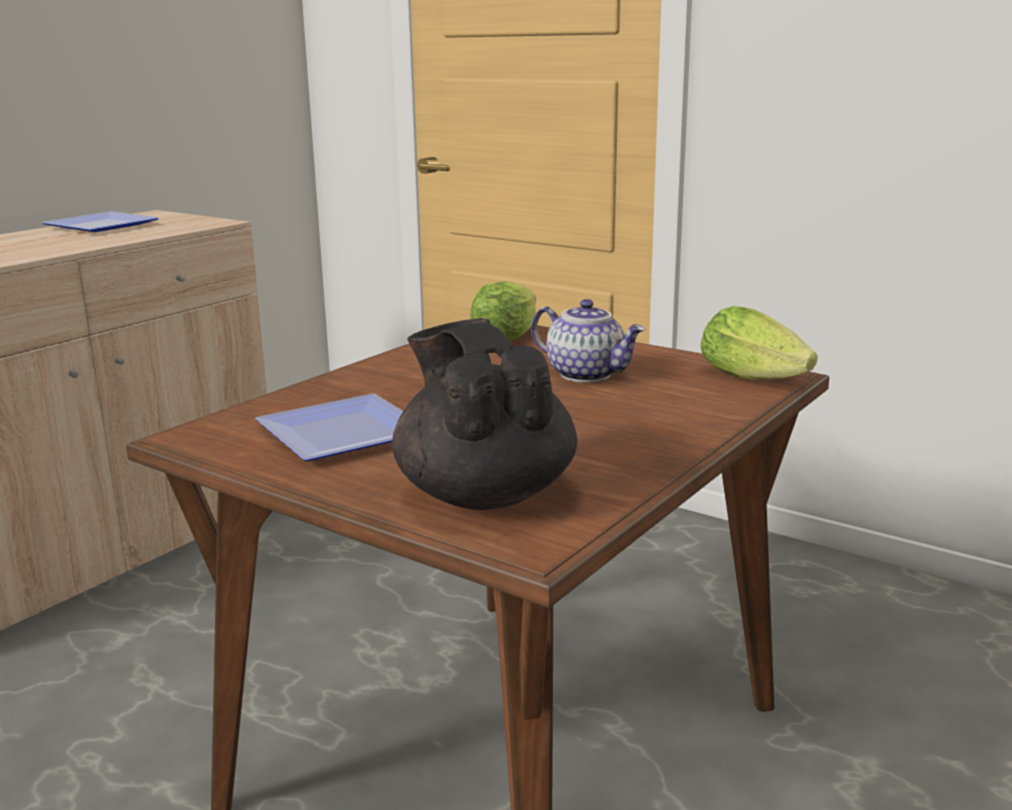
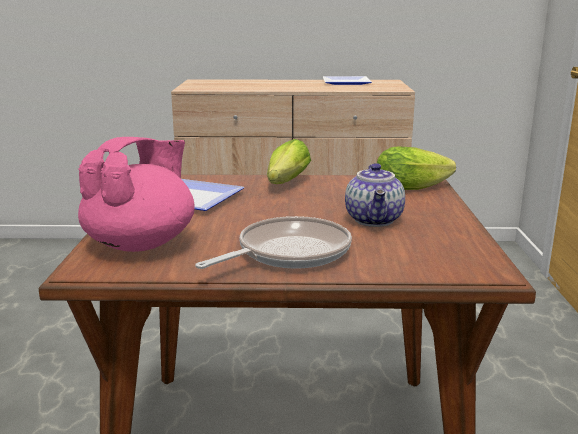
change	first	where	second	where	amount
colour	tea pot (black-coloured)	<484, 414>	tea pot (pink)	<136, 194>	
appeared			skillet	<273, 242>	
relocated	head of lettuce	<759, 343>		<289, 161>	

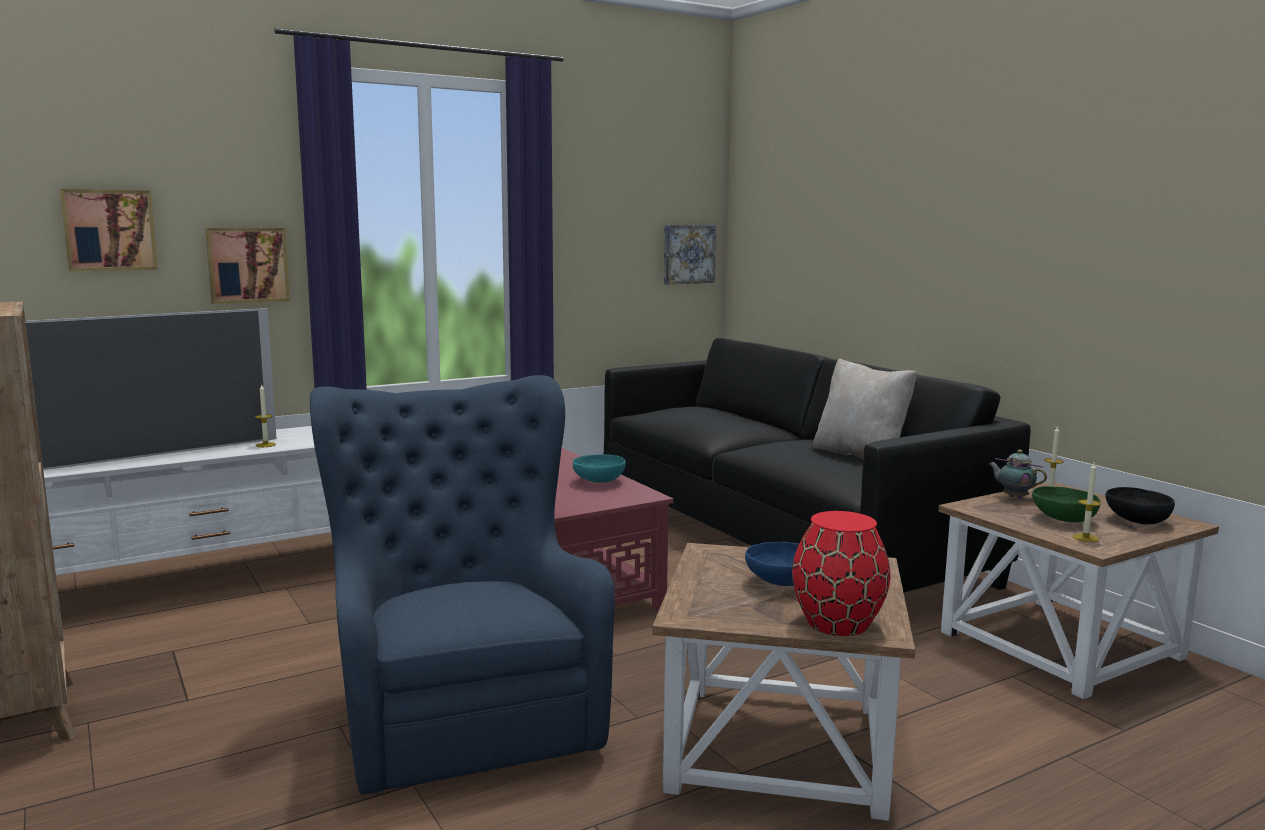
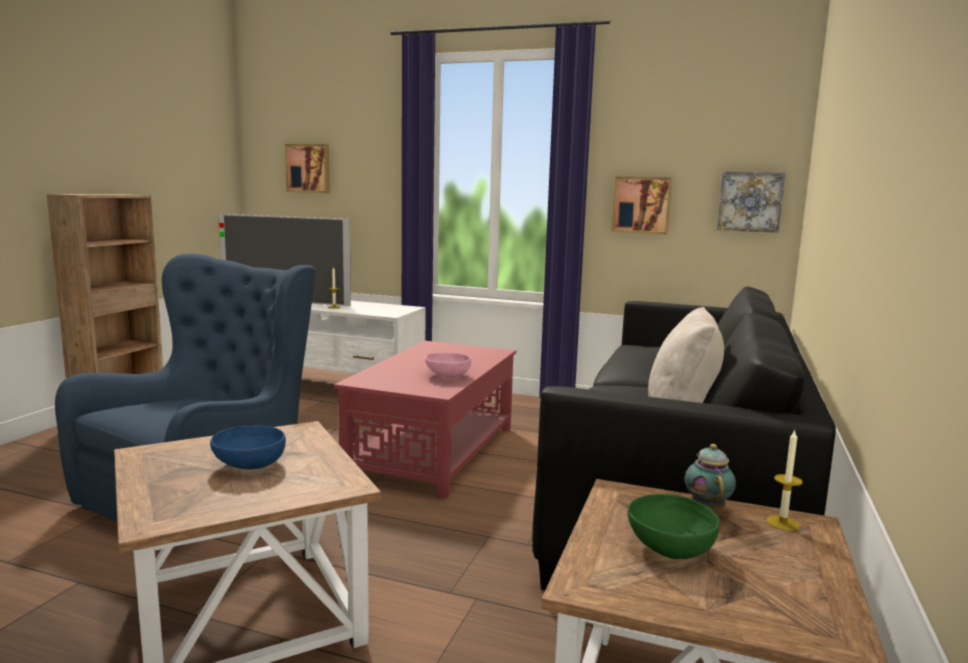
change	first	where	second	where	amount
colour	bowl (turquoise-coloured)	<599, 468>	bowl (pink)	<448, 365>	
relocated	picture	<247, 266>		<641, 205>	
missing	flower vase (reddish)	<841, 573>			
missing	wax light	<1087, 502>			
missing	bowl (black-coloured)	<1140, 505>			

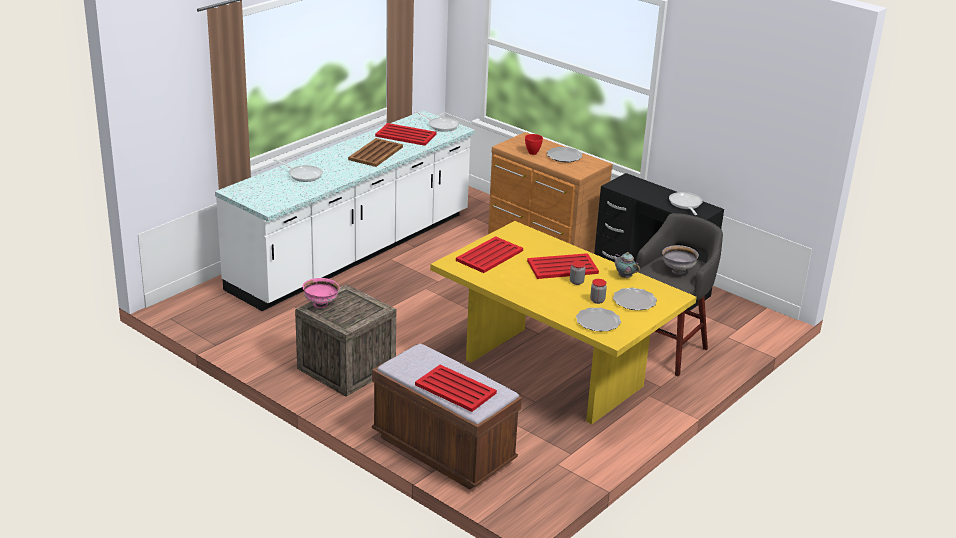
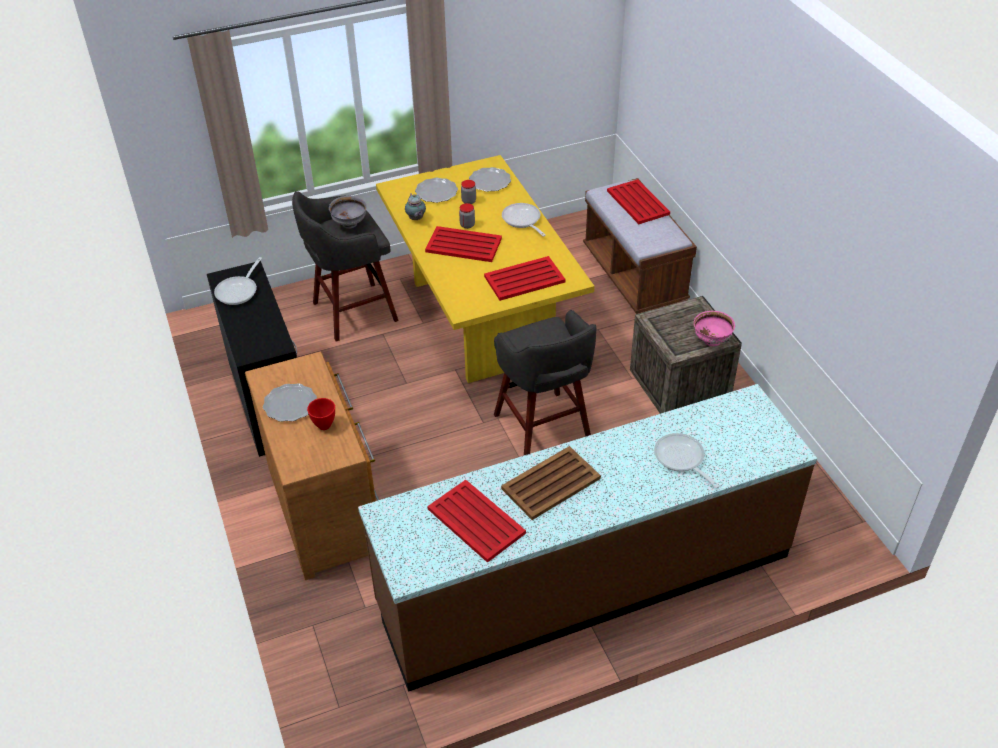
change	first	where	second	where	amount
colour	kitchen base unit (white)	<345, 211>	kitchen base unit (brown)	<587, 538>	
appeared			stool seat (gray)	<545, 382>	
relocated	skillet	<436, 121>		<524, 220>	

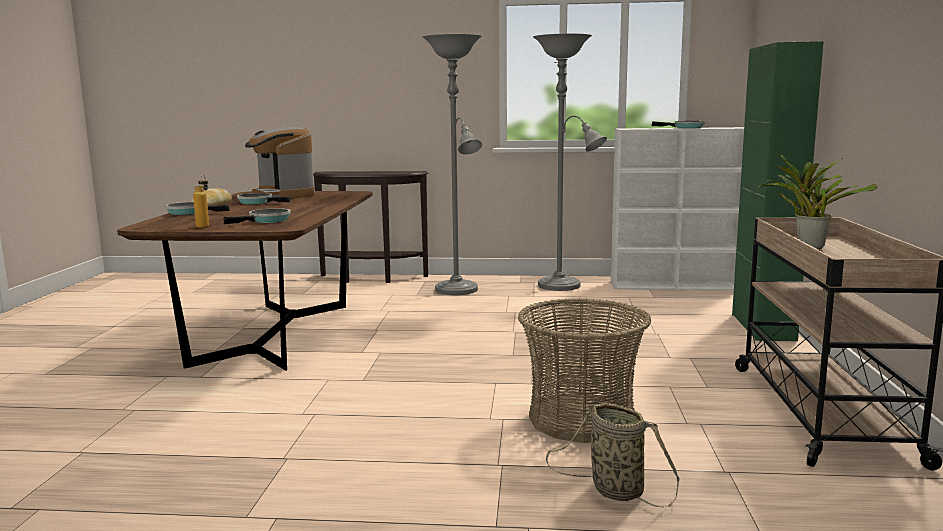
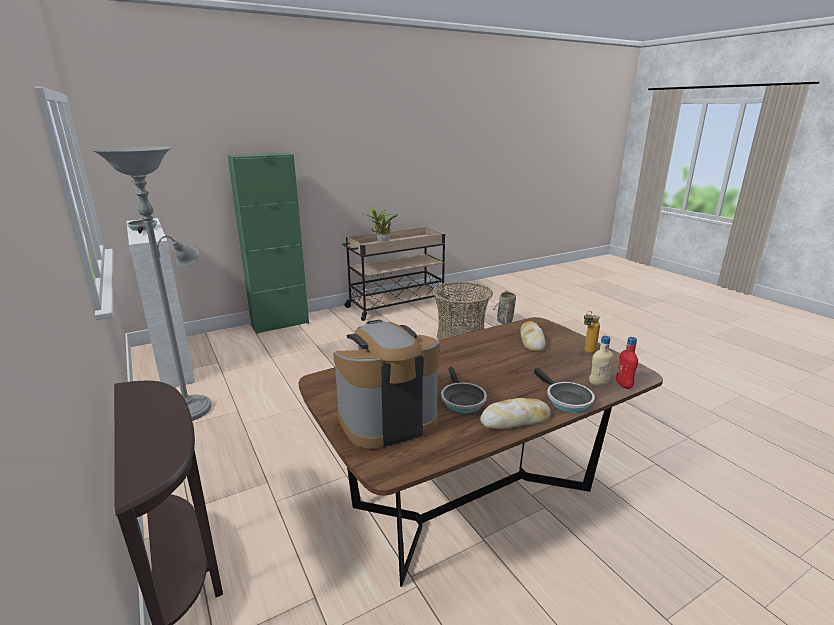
change	first	where	second	where	amount
spun	coffee machine	<280, 163>		<386, 384>	135 degrees counterclockwise
exchanged	skillet	<257, 216>	bakery bread	<532, 336>	
appeared			drink bottle (beige-coloured)	<601, 361>	
appeared			drink bottle (reddish)	<627, 363>	
missing	standing lamp (gray)	<452, 164>			

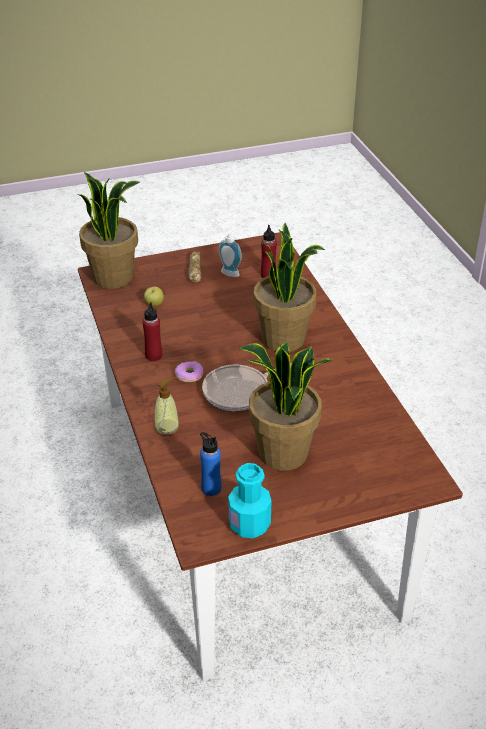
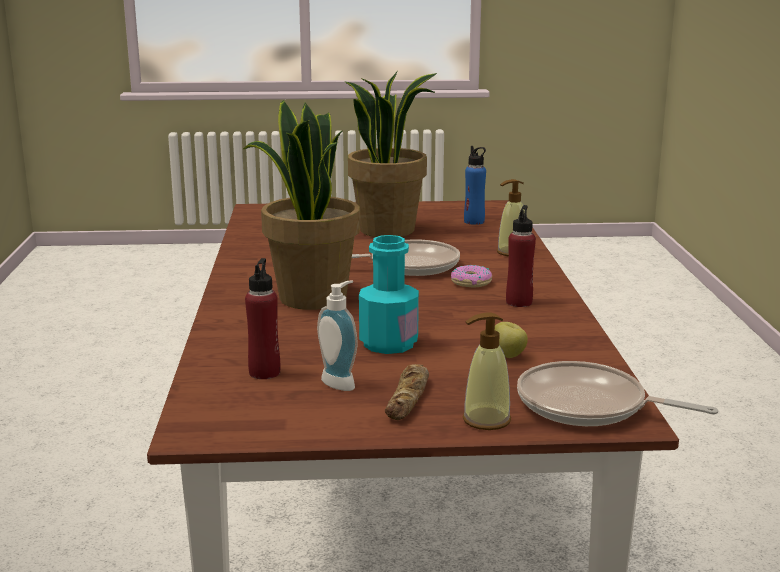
change	first	where	second	where	amount
relocated	drink bottle (turquoise-coloured)	<250, 500>		<389, 294>	
appeared			liquid soap bottle	<487, 371>	
exchanged	potted plant	<108, 230>	skillet	<617, 393>	

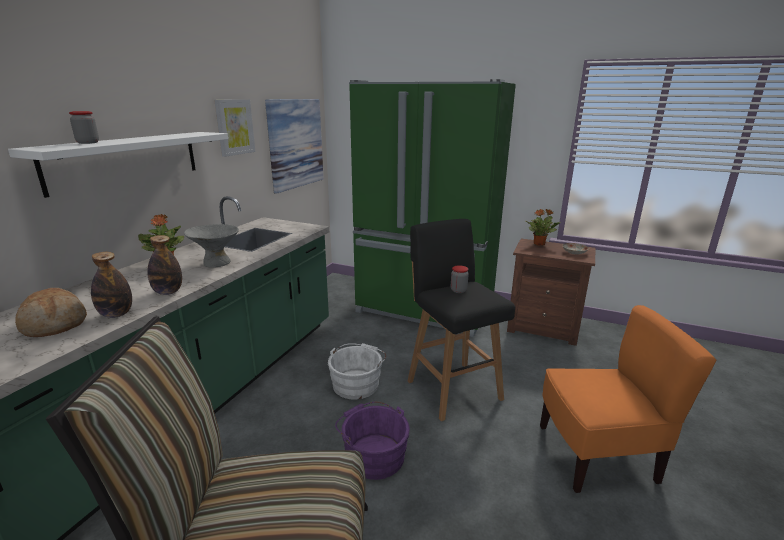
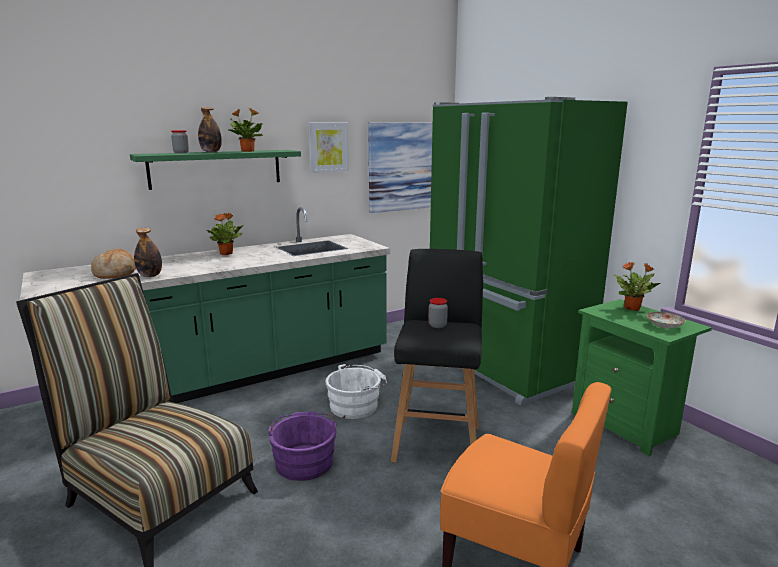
change	first	where	second	where	amount
colour	shelf (white)	<118, 165>	shelf (green)	<215, 170>	
relocated	drink bottle	<164, 265>		<210, 129>	
appeared			potted plant	<246, 130>	
colour	bedside table (brown)	<551, 292>	bedside table (green)	<642, 377>	
missing	bowl (gray)	<211, 246>			

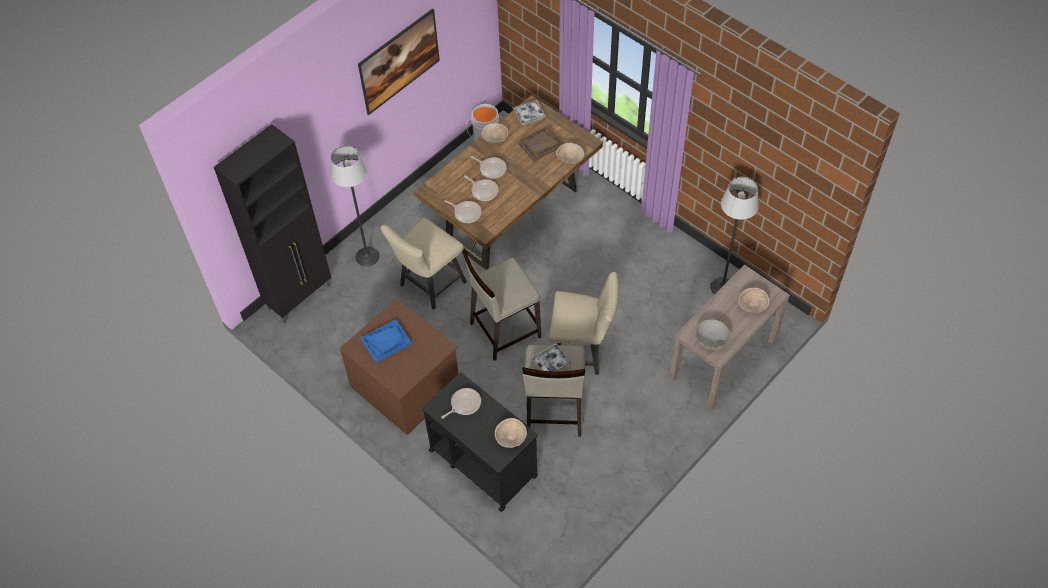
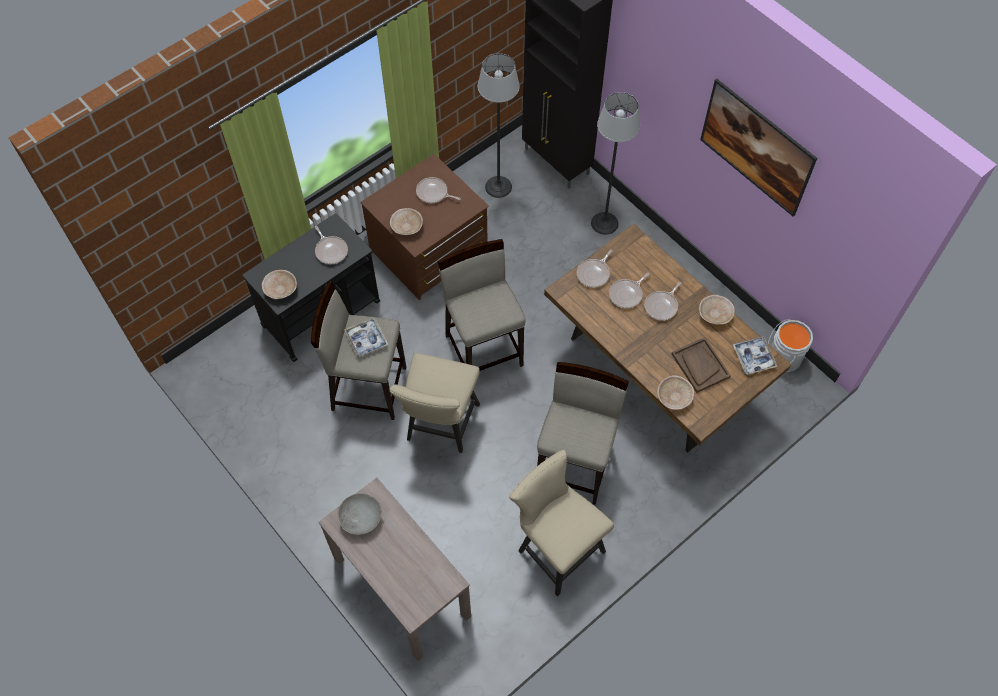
change	first	where	second	where	amount
relocated	bowl (beige-coloured)	<754, 300>		<406, 221>	
exchanged	tray (bluish)	<386, 341>	skillet	<438, 190>	
relocated	standing lamp	<734, 236>		<499, 125>	
relocated	chair (beige-coloured)	<423, 264>		<561, 523>	
appeared			stool seat (beige-coloured)	<583, 433>	

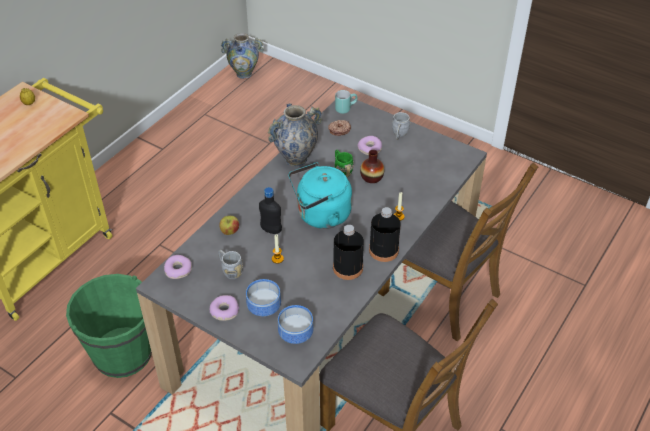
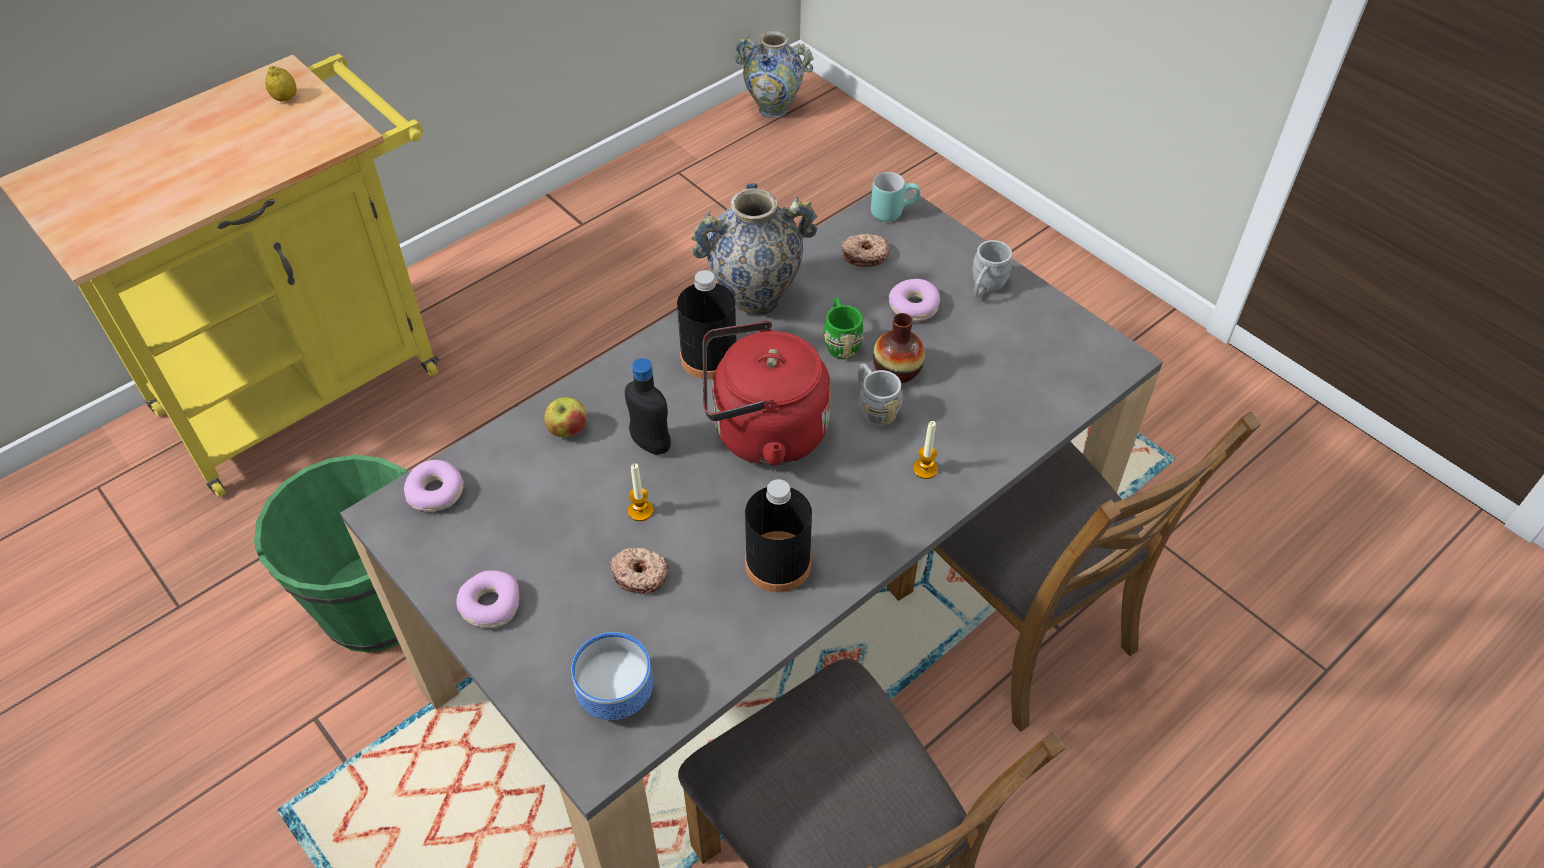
change	first	where	second	where	amount
appeared			donut	<639, 571>	
relocated	drink bottle (black-coloured)	<385, 234>		<706, 324>	
colour	kettle (turquoise-coloured)	<320, 195>	kettle (reddish)	<767, 393>	
relocated	coffee mug (gray)	<230, 264>		<880, 394>	
missing	bowl	<263, 297>			

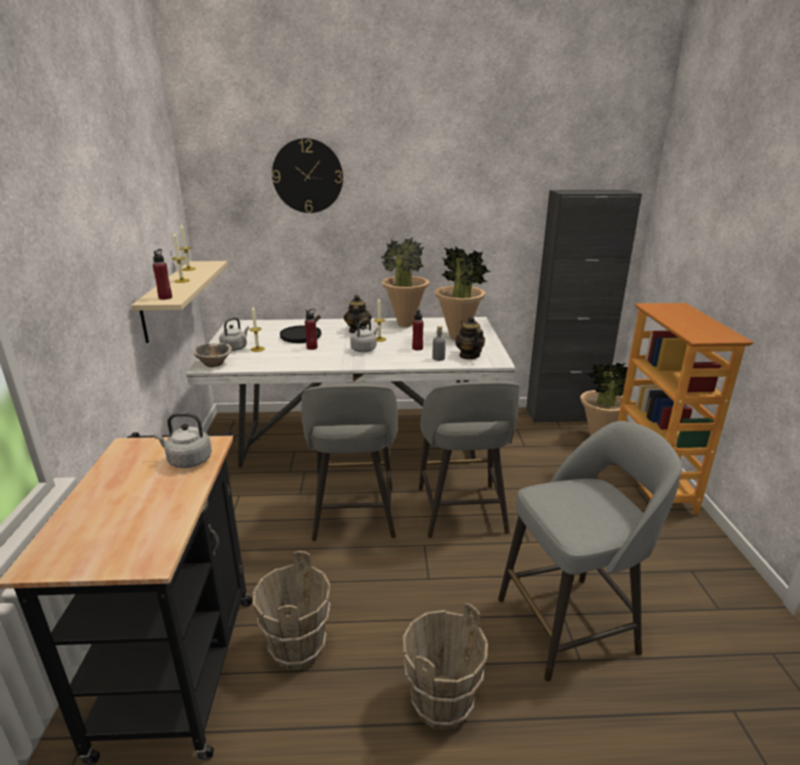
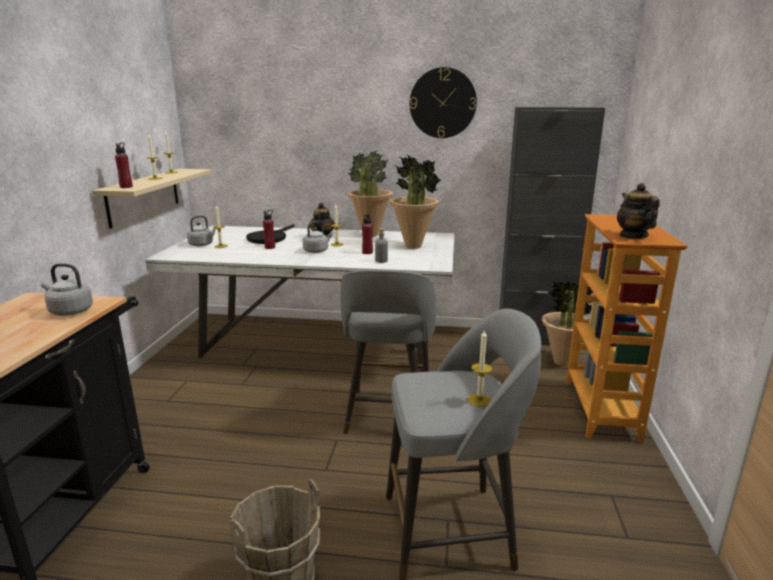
change	first	where	second	where	amount
relocated	wall clock	<307, 175>		<443, 102>	
appeared			wax light	<480, 368>	
relocated	tea pot	<470, 337>		<638, 211>	
missing	bowl	<212, 355>			
missing	pail (brown)	<292, 610>			
missing	stool seat (gray)	<349, 462>			

